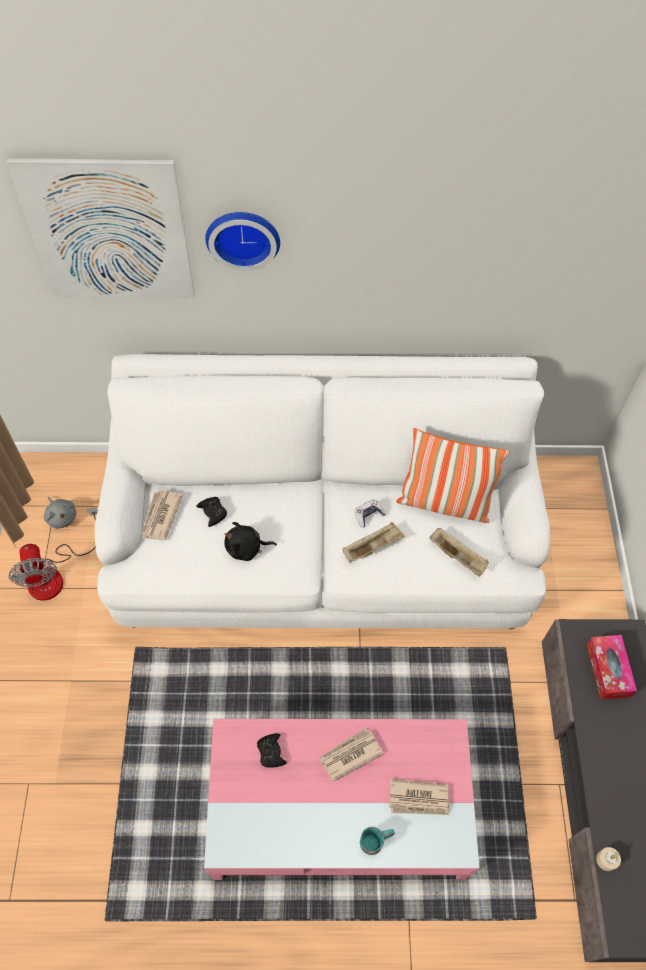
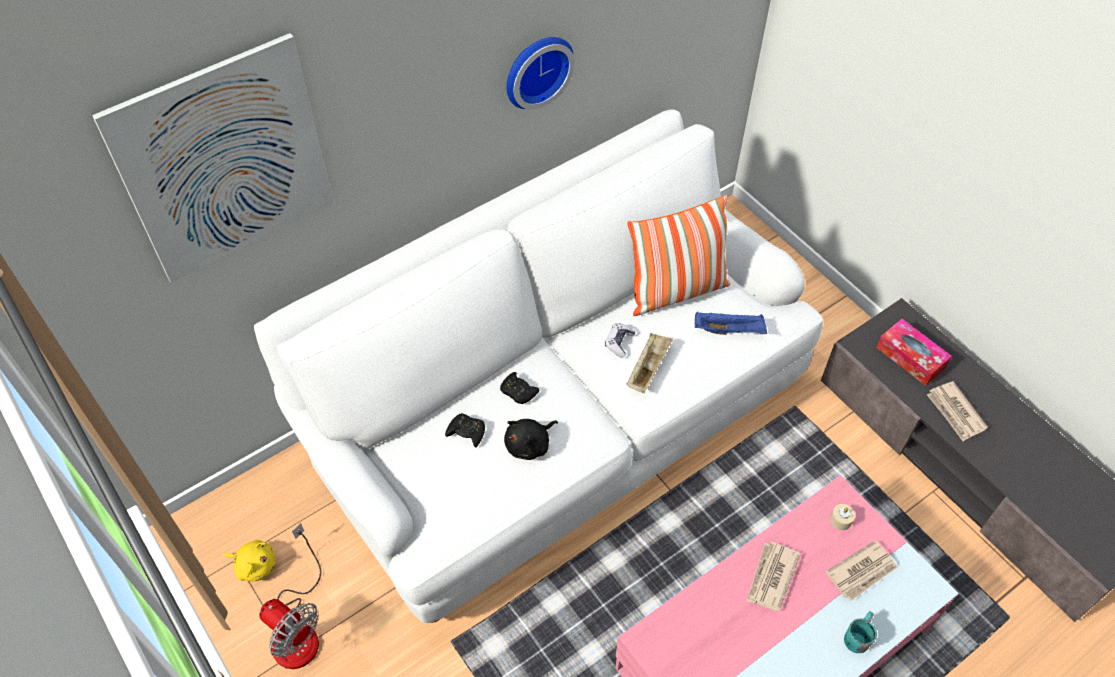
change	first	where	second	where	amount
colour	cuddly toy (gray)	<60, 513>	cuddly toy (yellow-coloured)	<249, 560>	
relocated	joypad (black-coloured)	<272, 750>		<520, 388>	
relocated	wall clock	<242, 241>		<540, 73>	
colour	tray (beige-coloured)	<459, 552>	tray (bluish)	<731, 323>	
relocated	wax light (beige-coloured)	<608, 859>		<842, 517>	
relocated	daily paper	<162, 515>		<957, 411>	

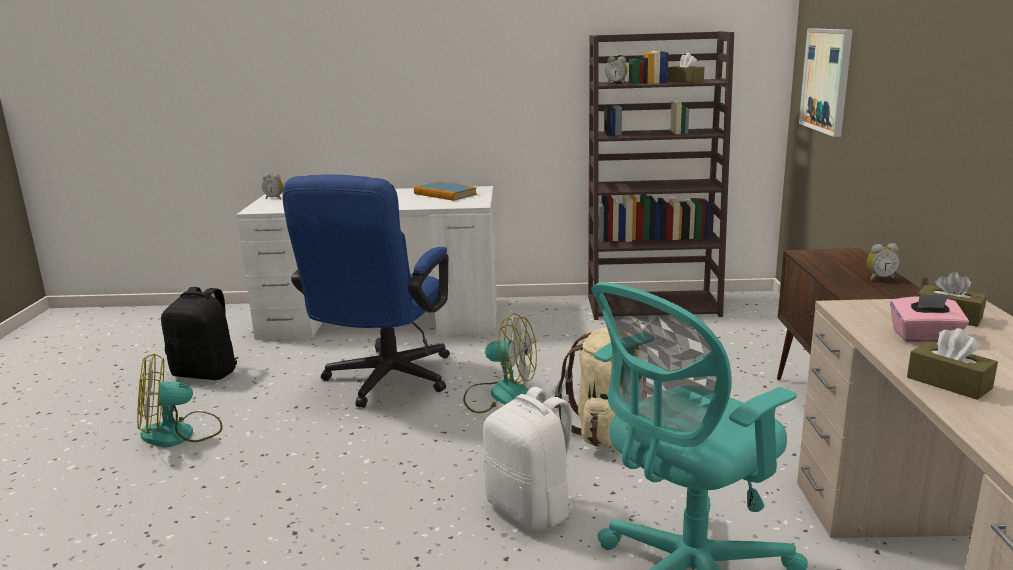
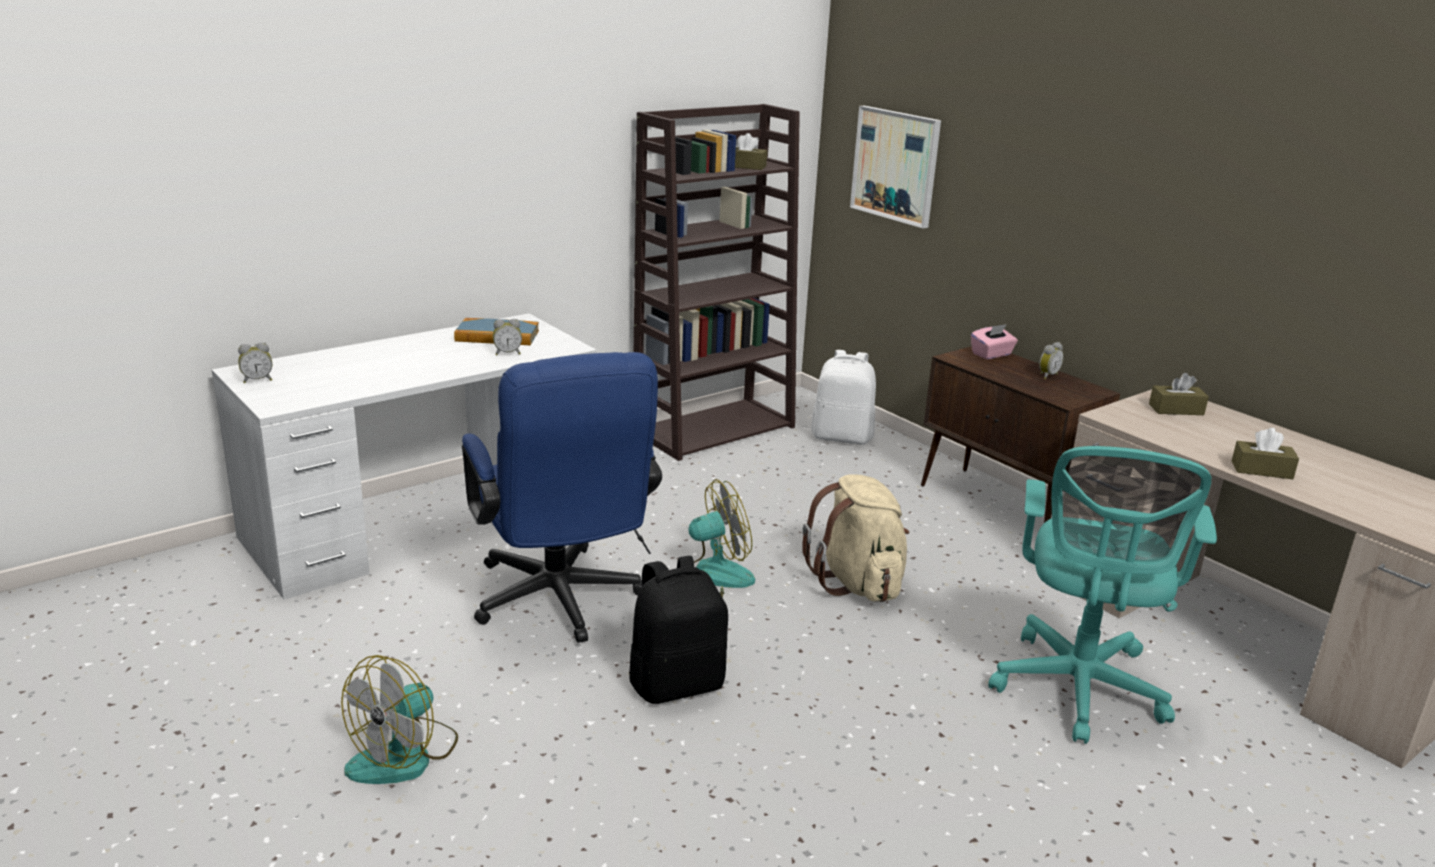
change	first	where	second	where	amount
relocated	bedside clock	<616, 70>		<507, 337>	
relocated	rucksack (black-coloured)	<200, 333>		<678, 630>	
relocated	rucksack (white)	<532, 459>		<843, 397>	
relocated	tissue box (pink)	<929, 318>		<994, 342>	

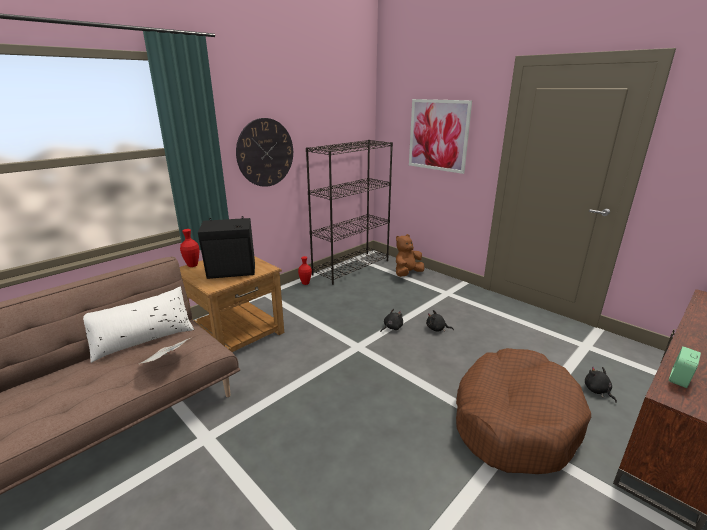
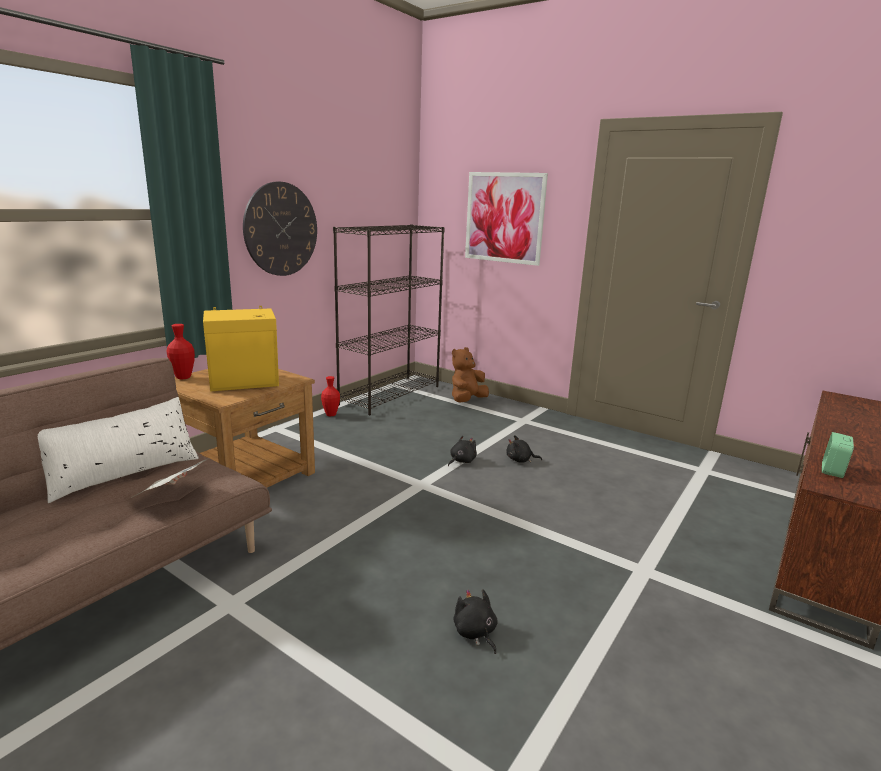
change	first	where	second	where	amount
colour	speaker (black-coloured)	<226, 247>	speaker (yellow-coloured)	<241, 348>	
relocated	cuddly toy (black-coloured)	<601, 384>		<475, 621>	
missing	pet bed (brown)	<523, 411>			

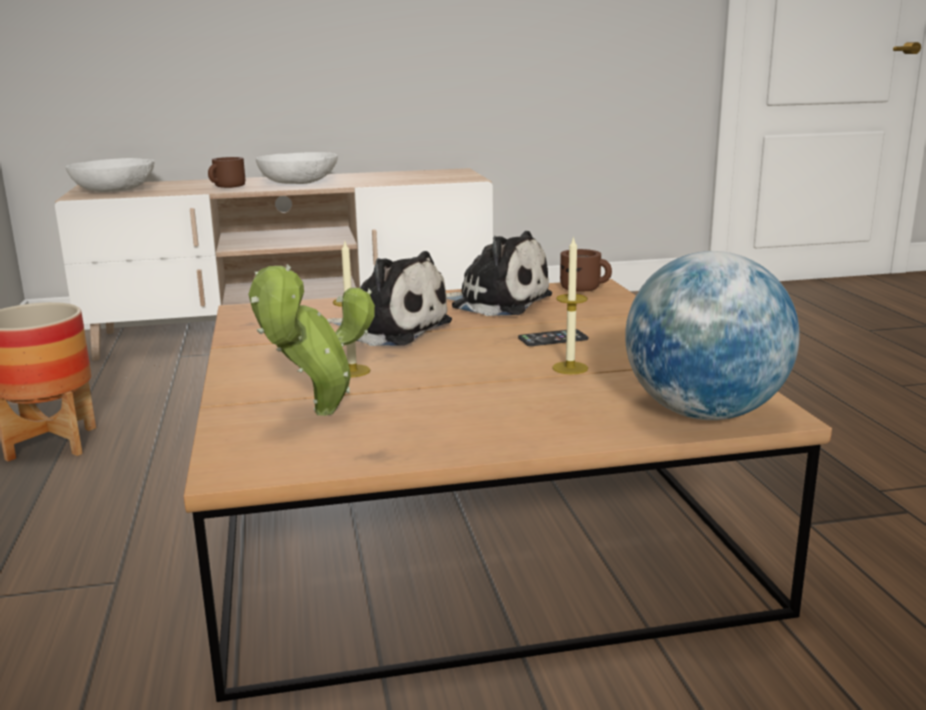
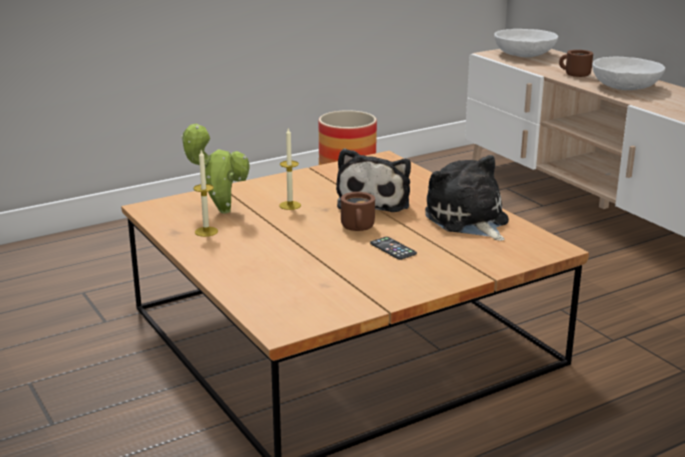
change	first	where	second	where	amount
relocated	wax light	<570, 305>		<206, 193>	
relocated	coffee mug (brown)	<586, 270>		<358, 211>	
spun	cuddly toy	<499, 273>		<467, 198>	150 degrees clockwise
missing	globe	<712, 335>			

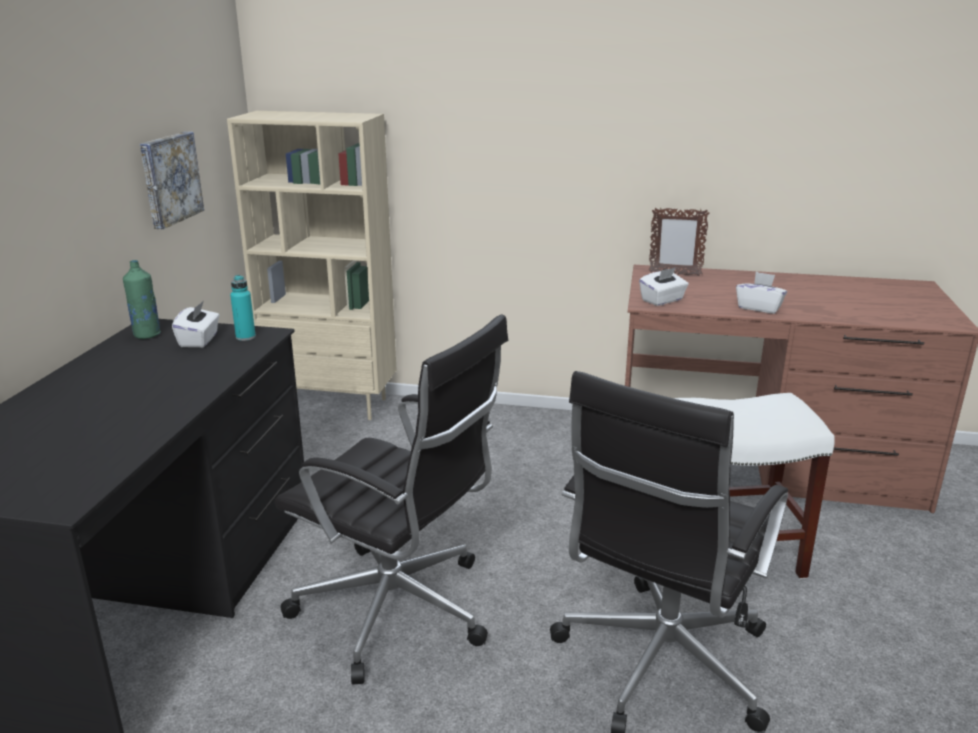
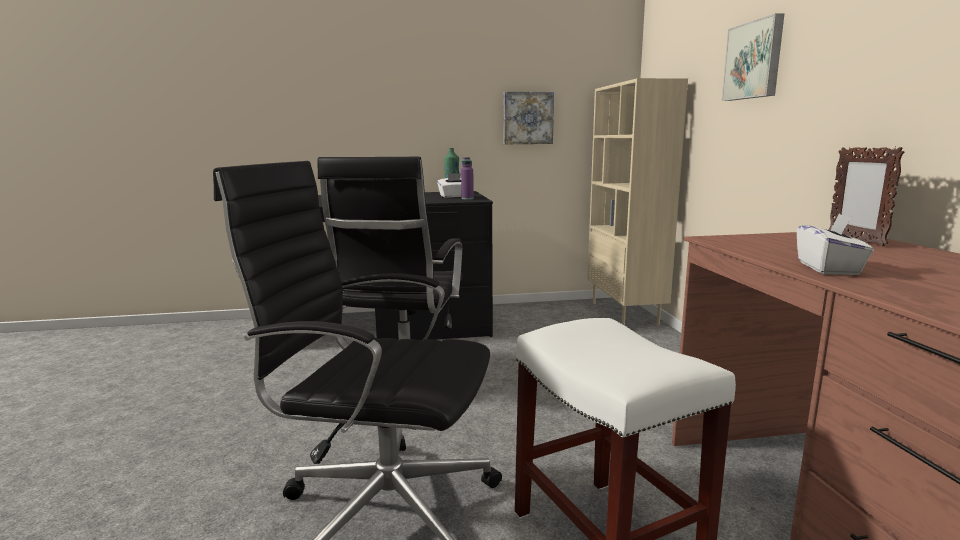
change	first	where	second	where	amount
colour	drink bottle (turquoise-coloured)	<243, 308>	drink bottle (purplish)	<467, 178>	
appeared			picture	<753, 57>	
missing	tissue box (white)	<664, 287>			

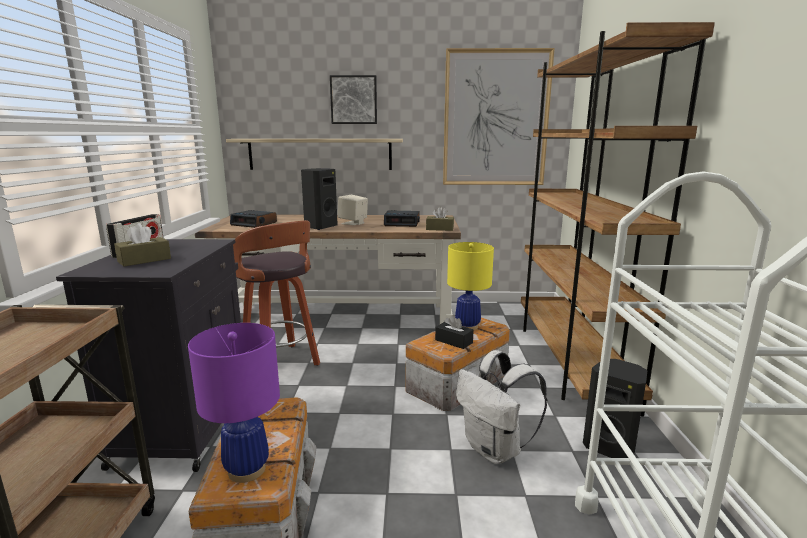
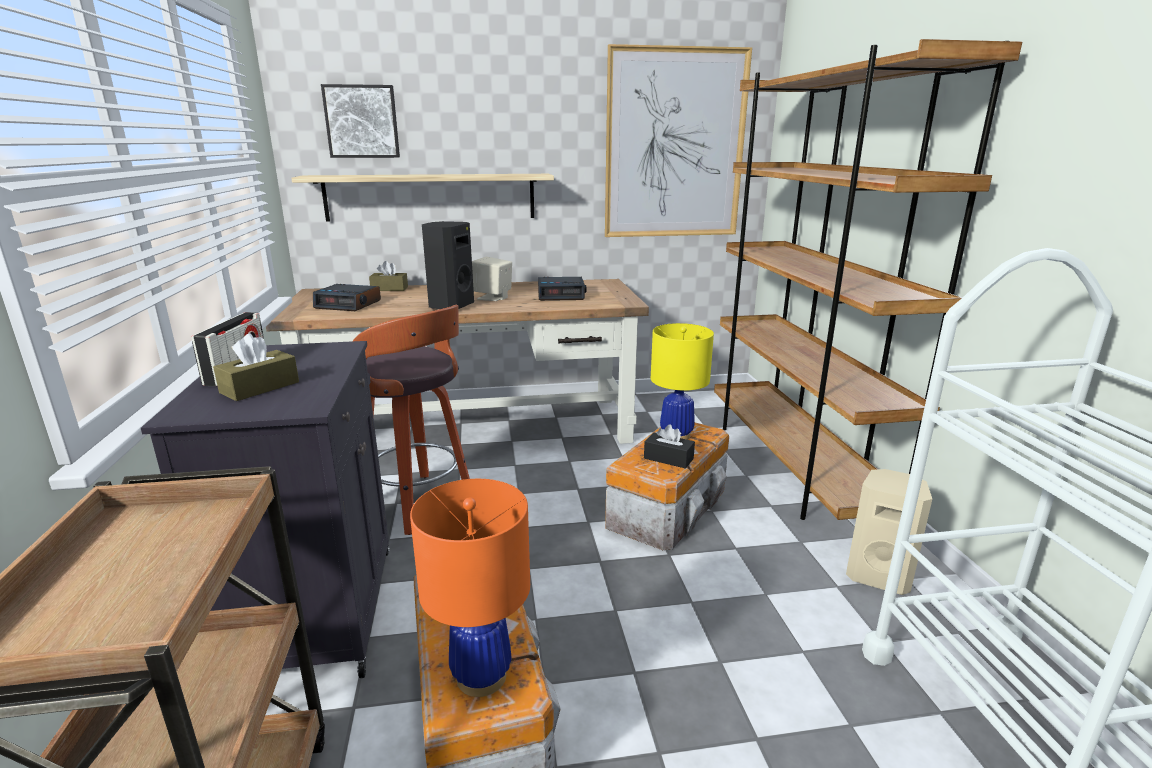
change	first	where	second	where	amount
relocated	picture	<353, 99>		<360, 121>	
relocated	tissue box (brown)	<440, 219>		<388, 276>	
colour	table lamp (purplish)	<234, 403>	table lamp (orangey)	<470, 588>	
colour	speaker (black-coloured)	<615, 408>	speaker (beige-coloured)	<889, 532>	
missing	rucksack (white)	<501, 407>			

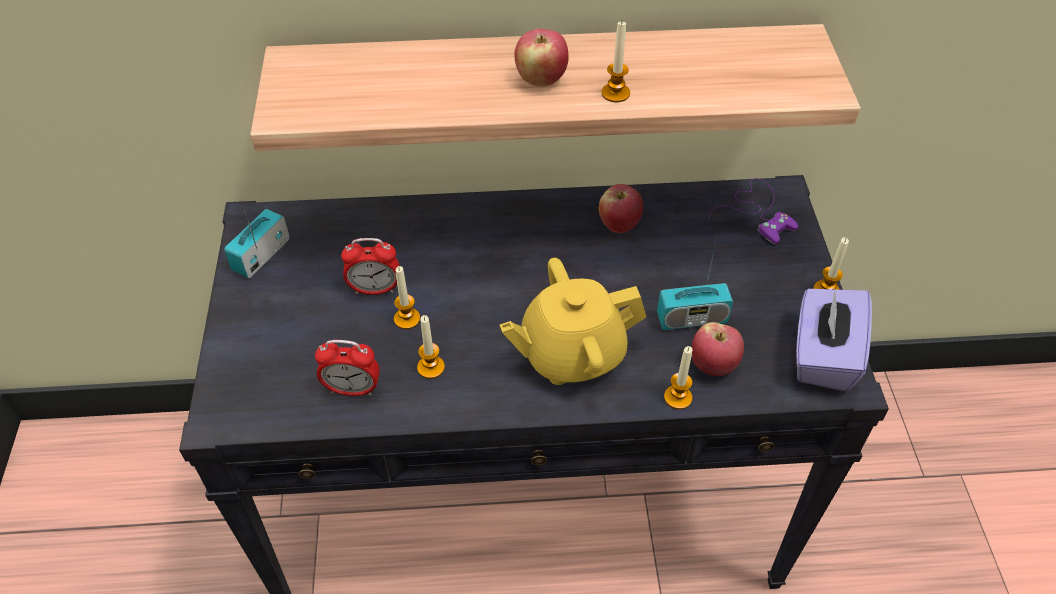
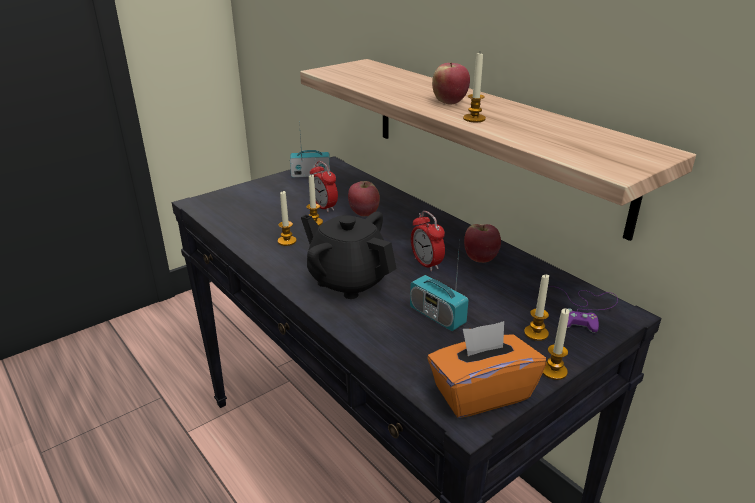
change	first	where	second	where	amount
colour	tea pot (yellow-coloured)	<573, 321>	tea pot (black-coloured)	<349, 255>	
relocated	whole apple	<718, 349>		<364, 198>	
relocated	bedside clock	<347, 368>		<428, 241>	
colour	tissue box (purplish)	<834, 340>	tissue box (orangey)	<487, 369>	
relocated	wax light	<678, 377>		<536, 308>	

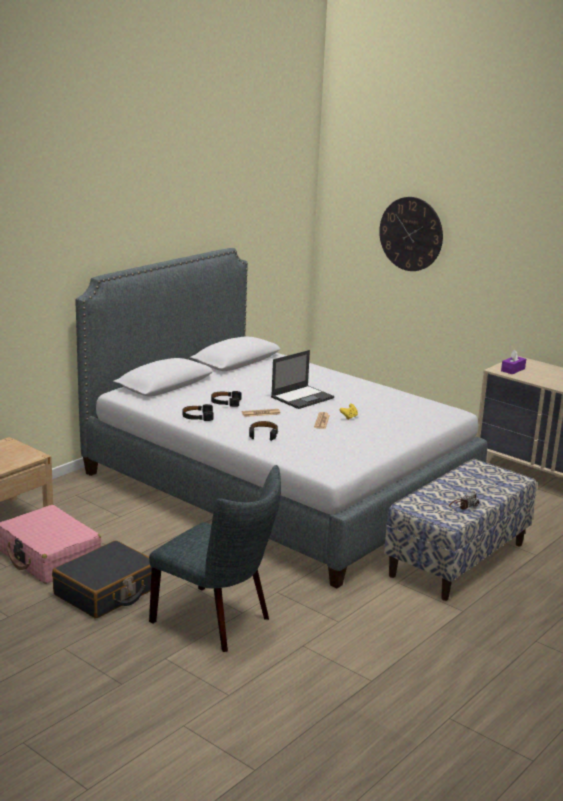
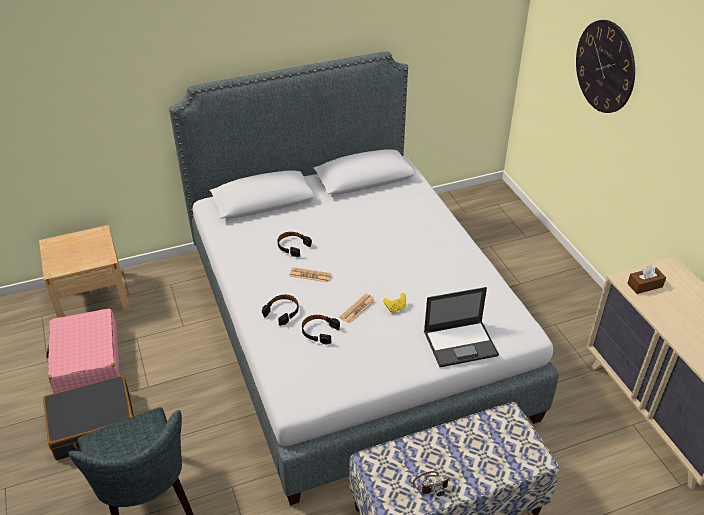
change	first	where	second	where	amount
relocated	headset (black-coloured)	<198, 412>		<321, 329>	
relocated	portable computer	<302, 379>		<461, 327>	
colour	tissue box (purplish)	<513, 362>	tissue box (brown)	<646, 279>	

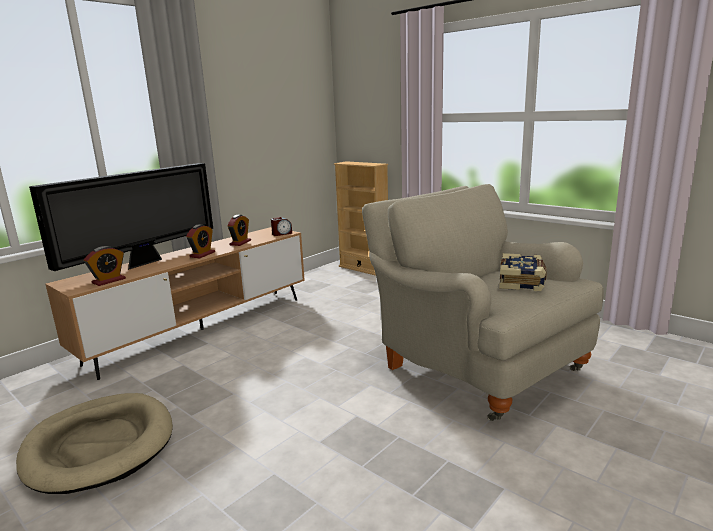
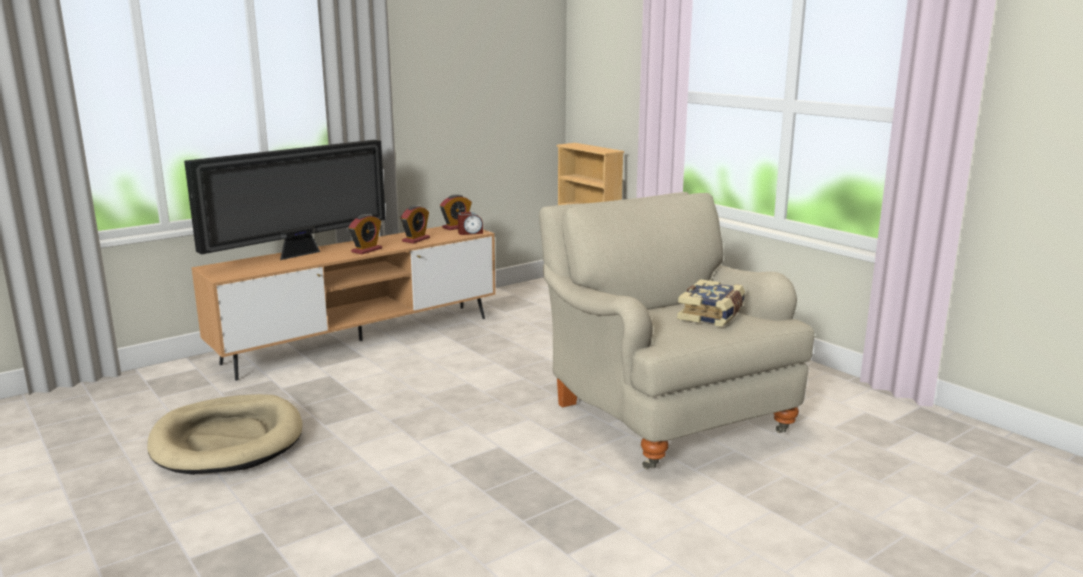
change	first	where	second	where	amount
relocated	bedside clock	<105, 266>		<456, 212>	

